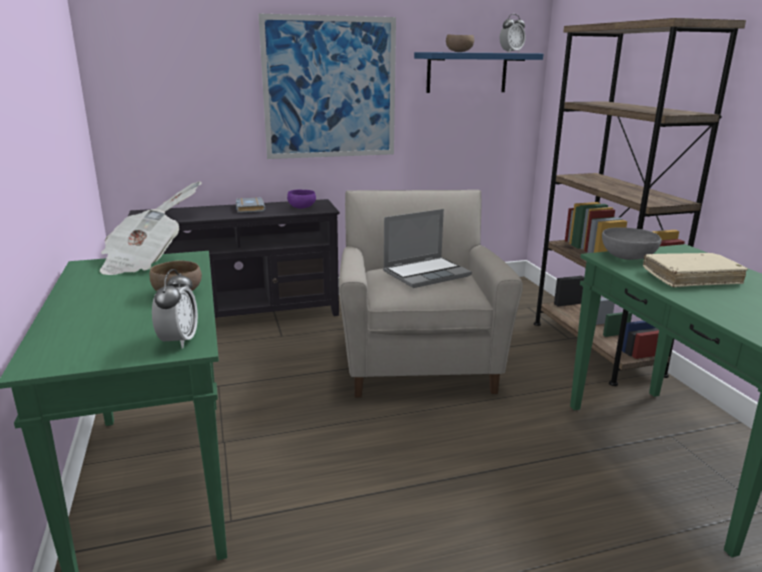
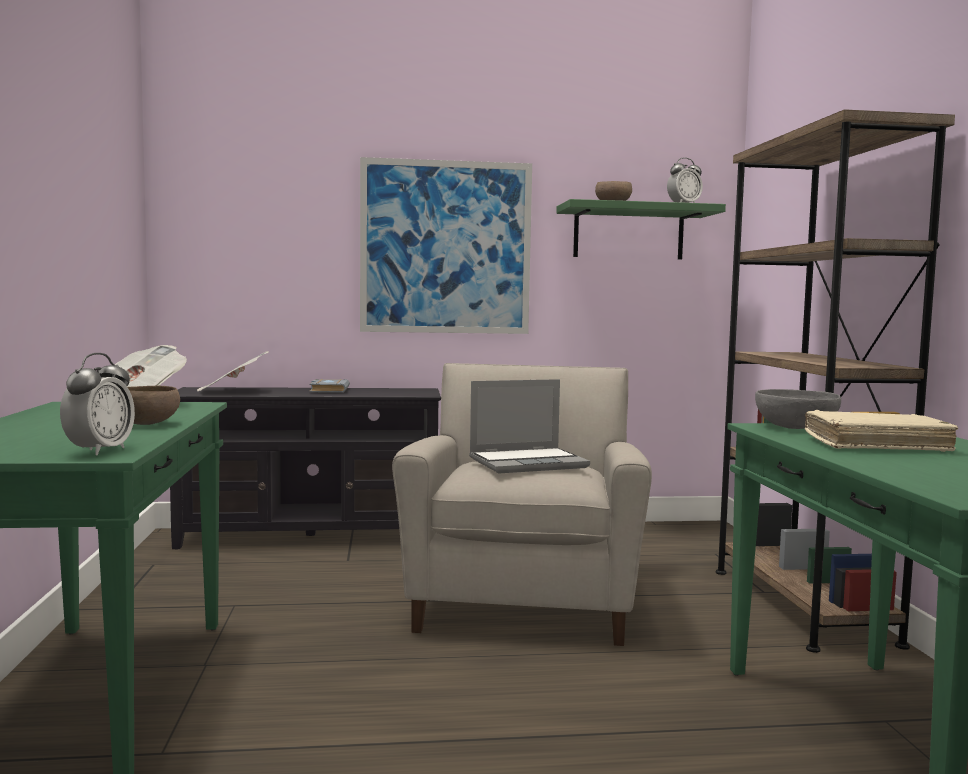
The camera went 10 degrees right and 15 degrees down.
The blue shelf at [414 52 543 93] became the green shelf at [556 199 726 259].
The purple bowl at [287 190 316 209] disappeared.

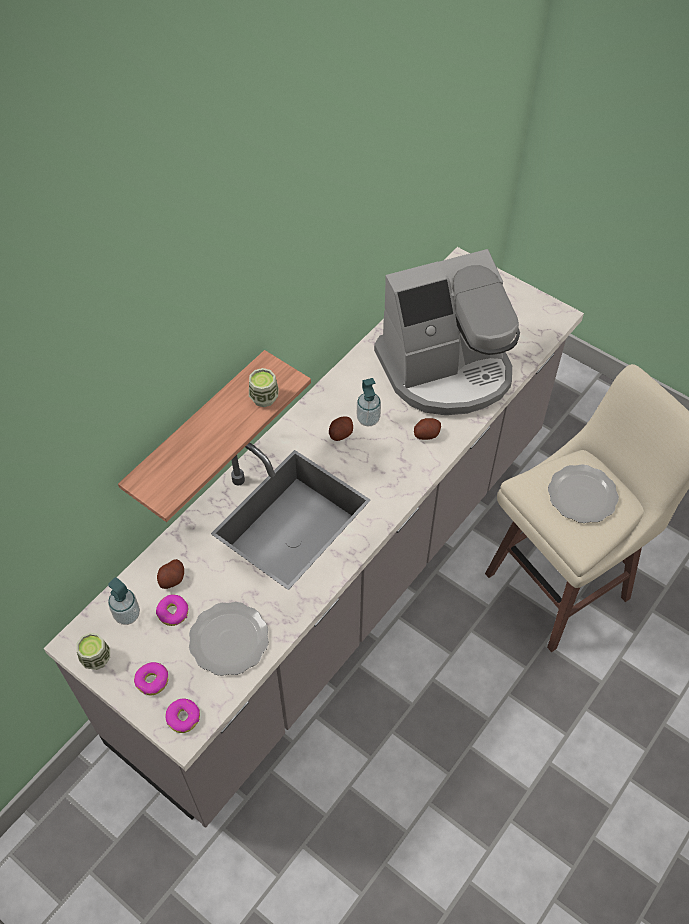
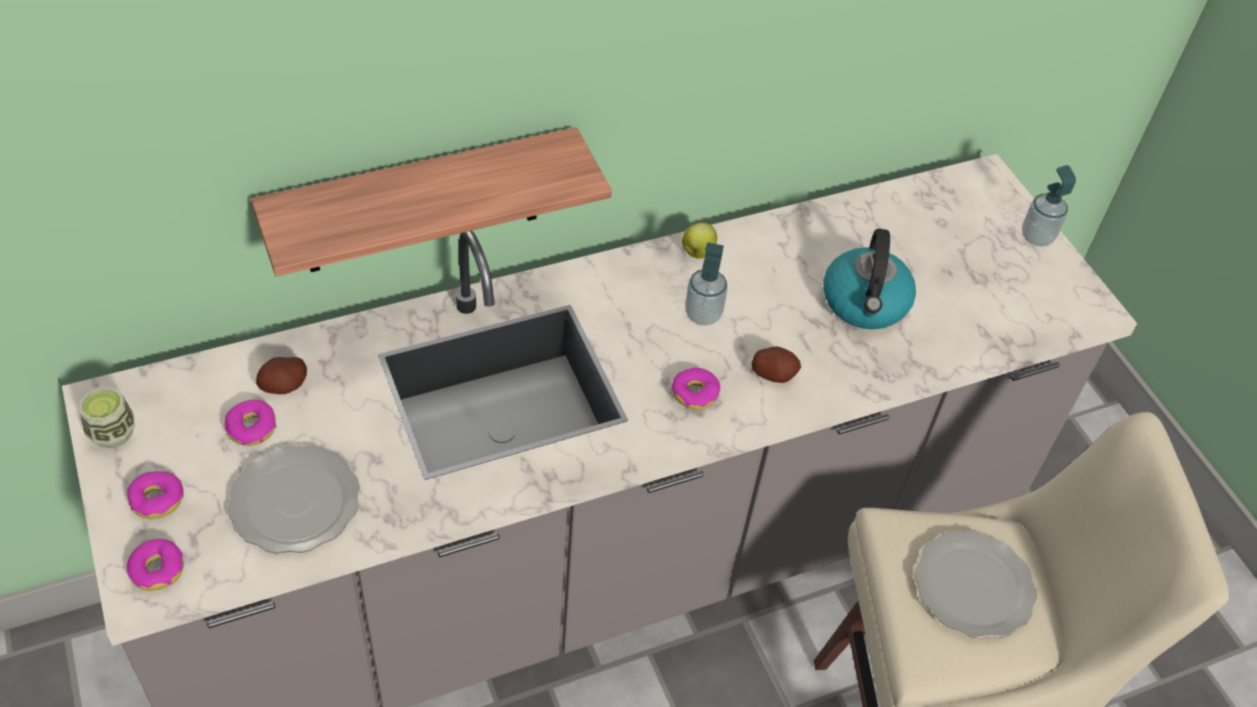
The camera went 25 degrees right and 5 degrees down.
The donut at [671 368 720 410] appeared.
The apple at [682 222 717 259] appeared.
The coffee machine at [374 249 520 415] was replaced by the kettle at [823 228 916 329].
The soap dispenser moved from [108 577 140 625] to [1022 165 1076 247].
The cup at [249 368 279 407] disappeared.
The potato at [329 416 353 441] disappeared.

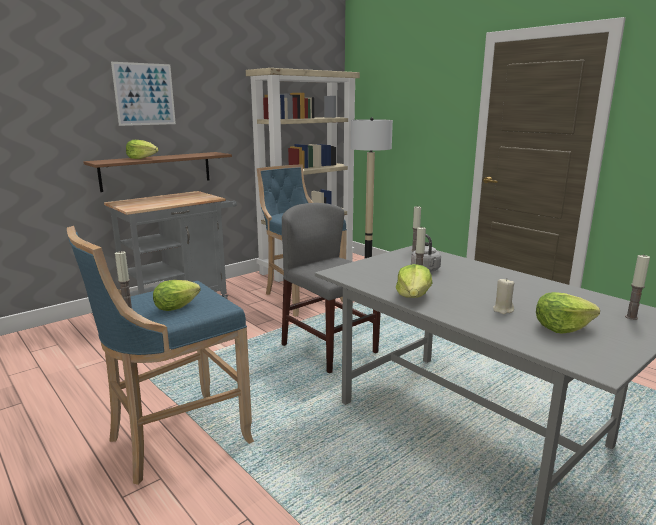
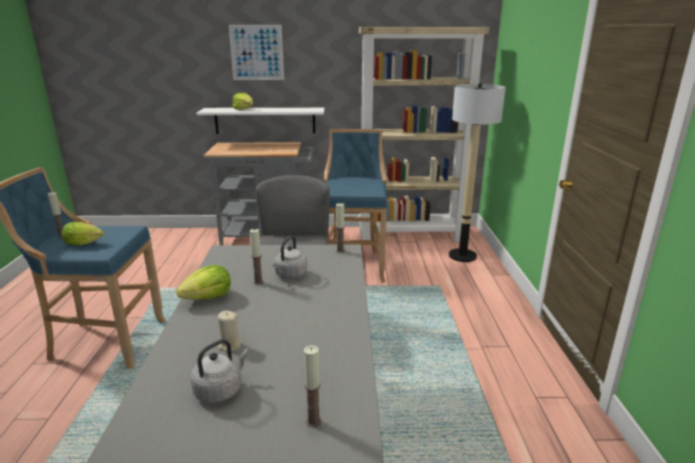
The camera went 40 degrees right and 5 degrees up.
The lettuce at [536 292 600 333] was replaced by the grey kettle at [190 339 249 403].
The brown shelf at [83 152 232 192] became the white shelf at [197 108 324 134].

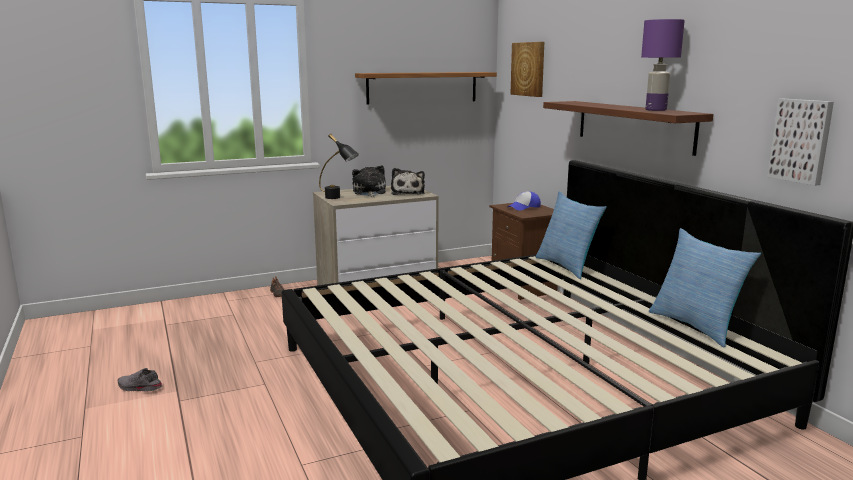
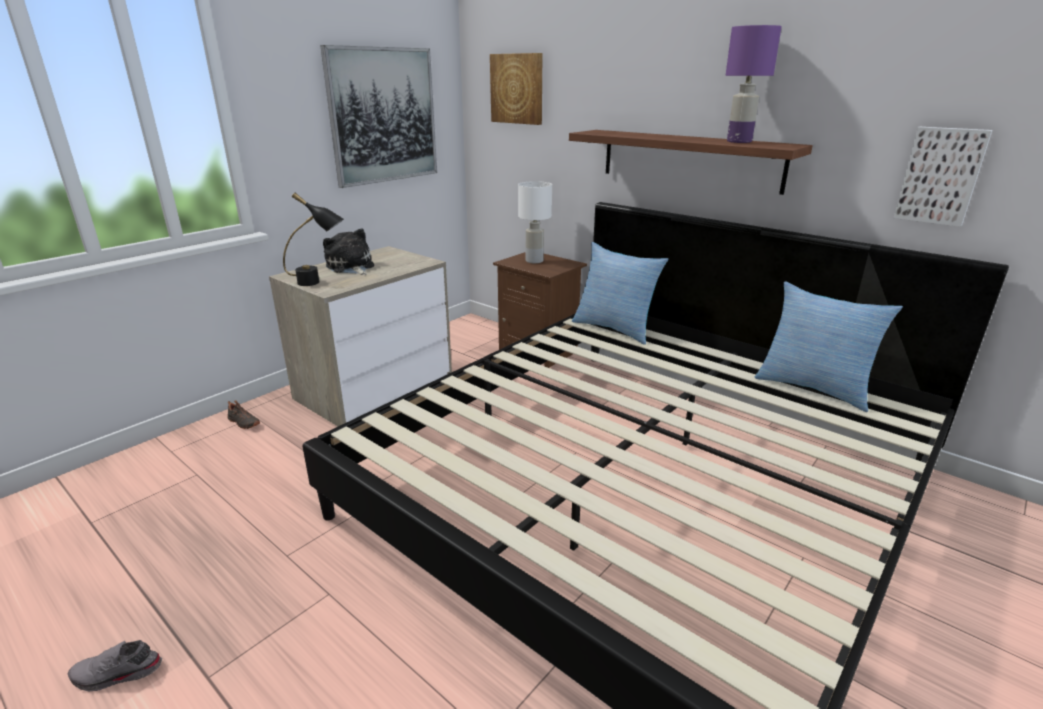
The camera went 25 degrees left and 10 degrees up.
The shelf at [355 72 497 105] was replaced by the picture at [320 45 437 188].
The cap at [507 191 541 211] was replaced by the white table lamp at [518 181 552 263].
The plush toy at [391 168 425 195] disappeared.

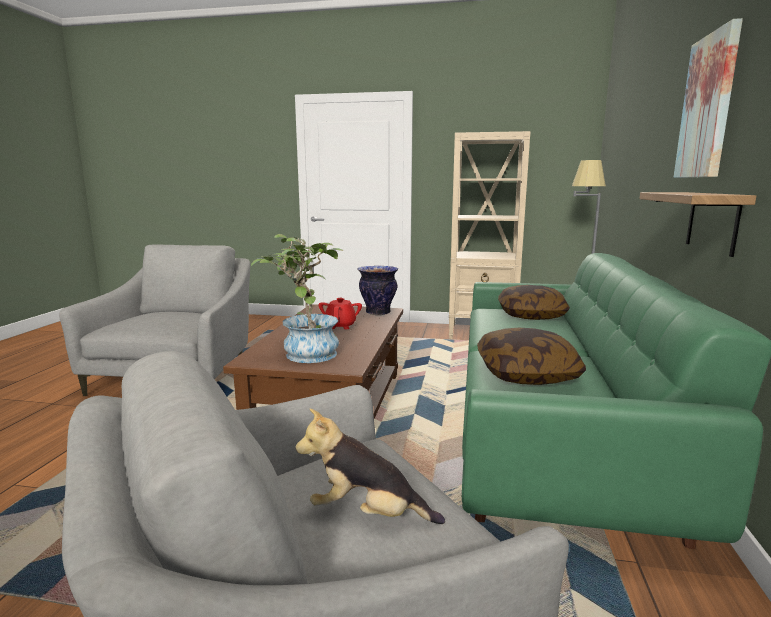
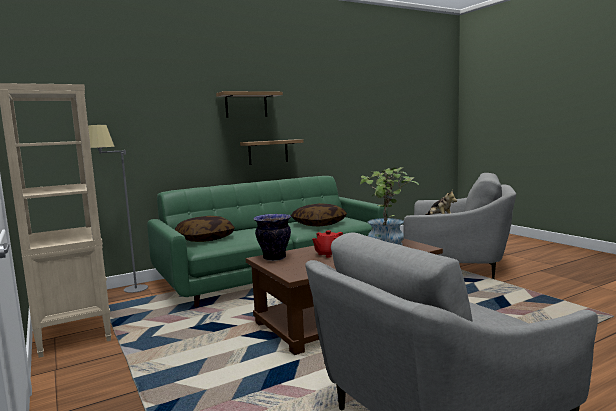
The camera went 130 degrees left and 5 degrees down.
The picture at [674 18 743 178] was replaced by the shelf at [216 91 283 118].

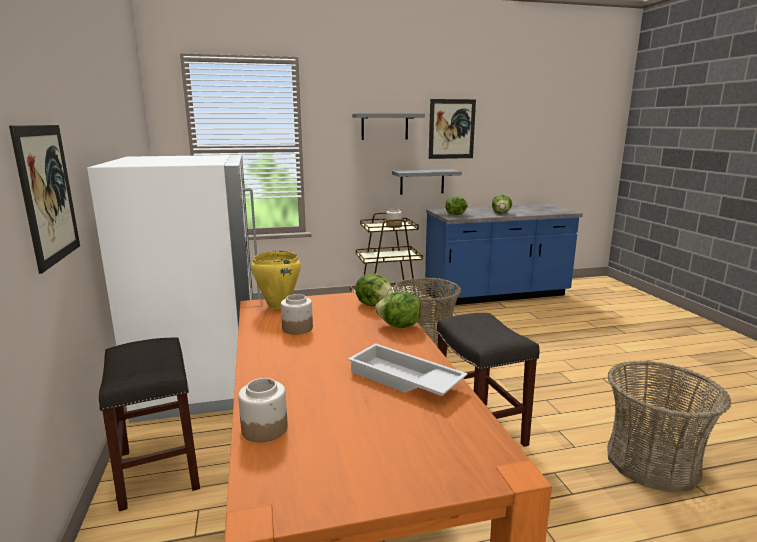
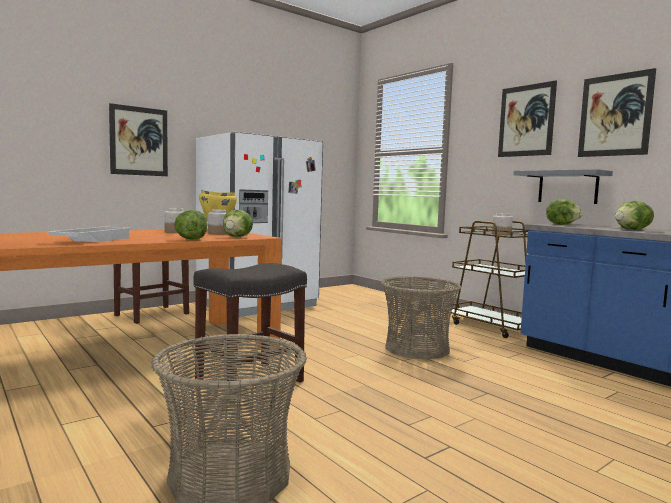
The camera went 65 degrees right and 10 degrees down.
The jar moved from [238 378 288 442] to [208 210 227 234].
The grey shelf at [352 113 425 140] was replaced by the picture at [498 80 557 157].

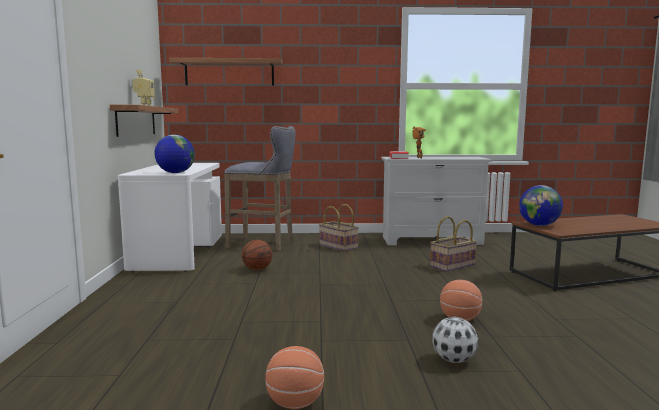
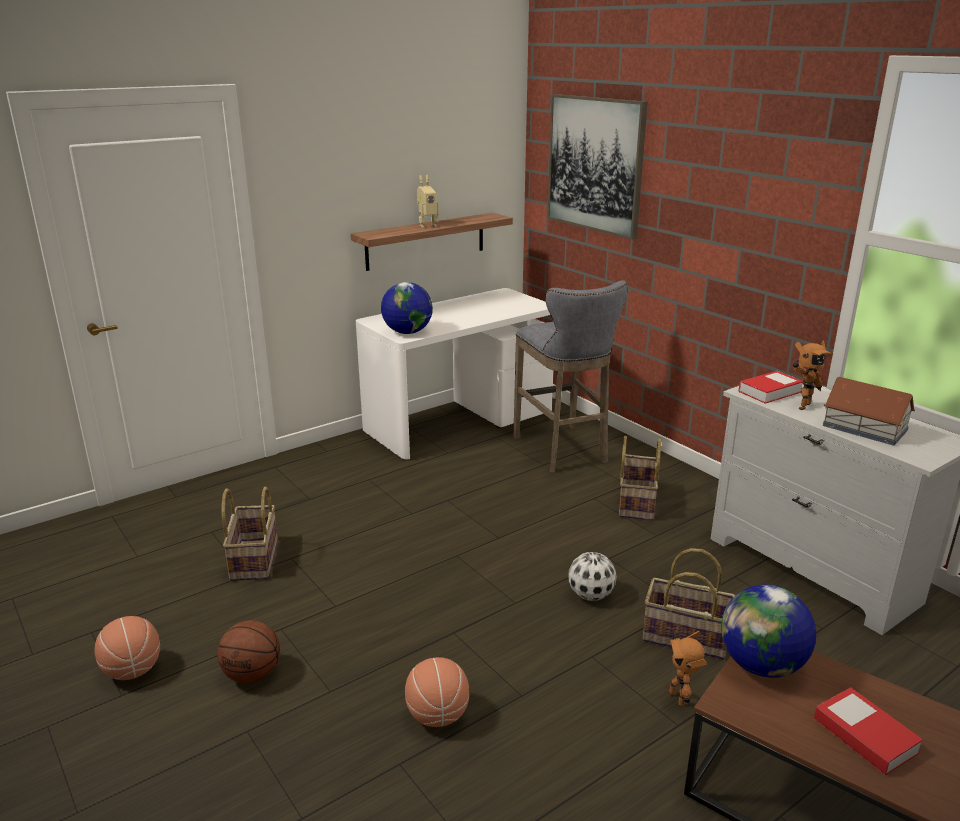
The camera went 55 degrees right and 15 degrees up.
The basketball moved from [242 240 272 270] to [218 620 280 683].
The basket at [221 487 278 581] appeared.
The shelf at [169 58 283 86] was replaced by the picture at [547 94 647 240].
The football moved from [432 317 478 363] to [568 552 616 601].
The toy robot at [669 631 707 706] appeared.
The book at [814 687 923 775] appeared.
The toy house at [823 377 915 446] appeared.

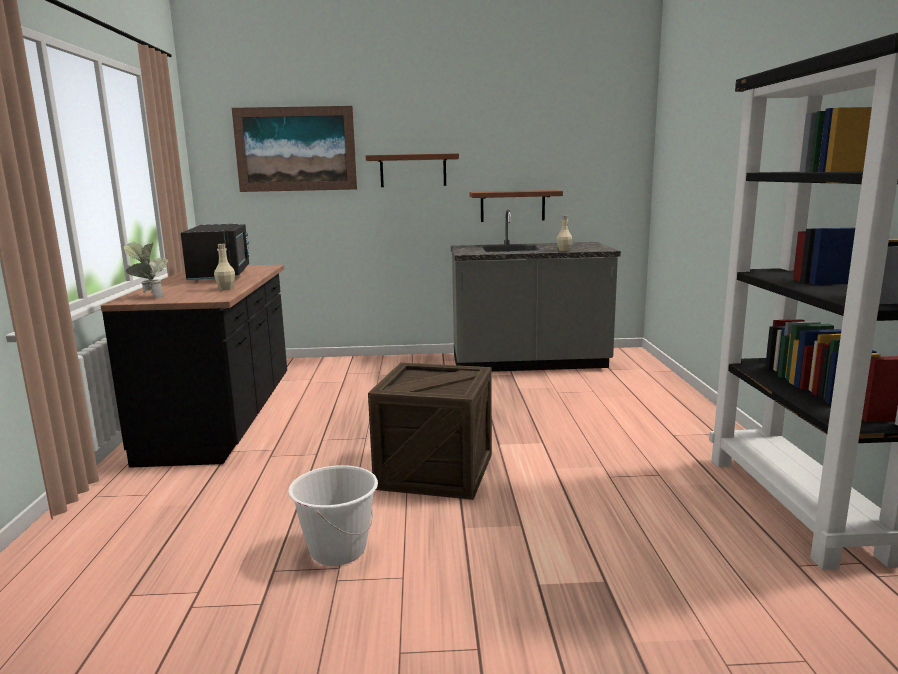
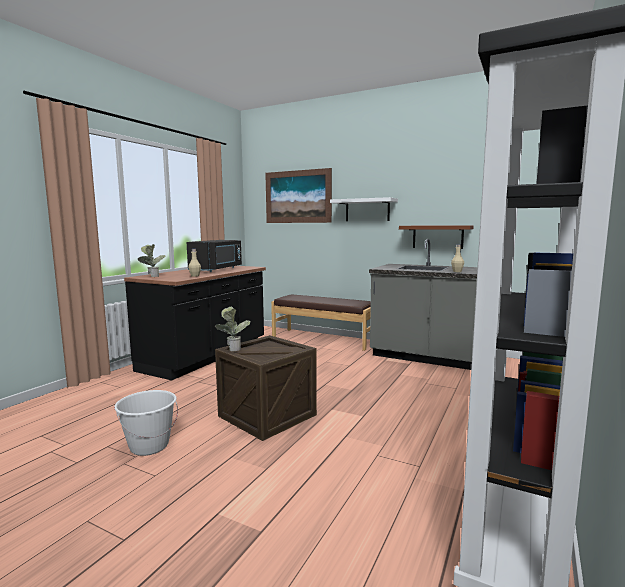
The camera went 30 degrees right and 5 degrees down.
The potted plant at [215 307 250 351] appeared.
The brown bench at [271 294 371 351] appeared.
The brown shelf at [366 153 459 187] became the white shelf at [330 197 398 221].

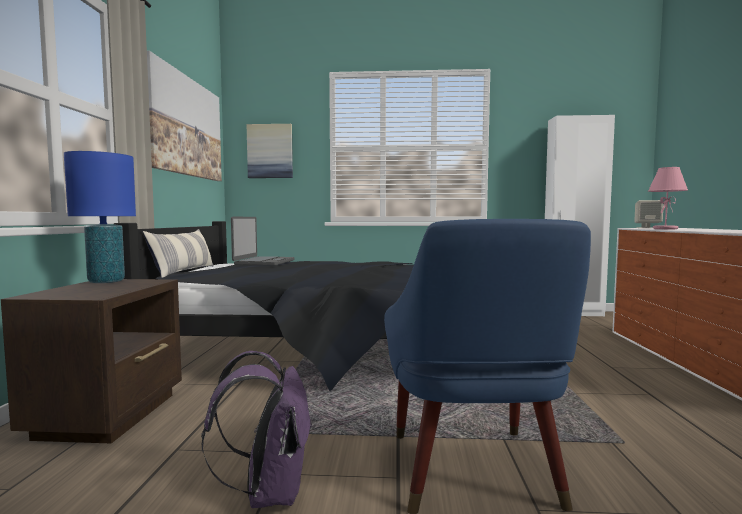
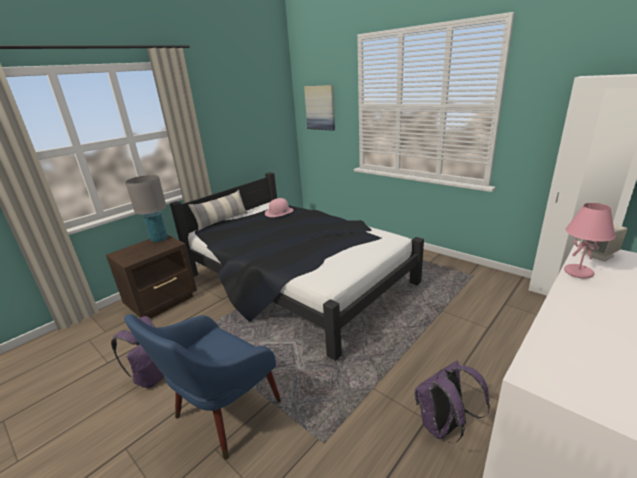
The camera went 40 degrees right and 20 degrees up.
The blue table lamp at [64 151 136 283] became the grey table lamp at [125 175 167 242].
The laptop at [231 217 294 266] was replaced by the pink hat at [265 198 294 217].
The purple backpack at [415 360 490 443] appeared.
The picture at [147 51 222 181] disappeared.

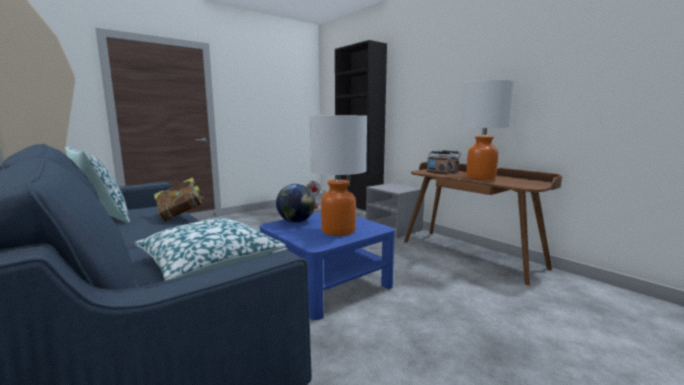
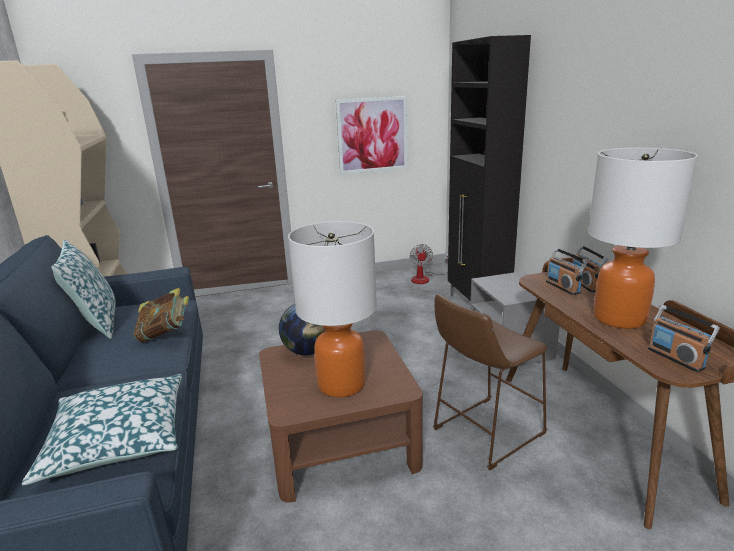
The camera went 25 degrees right and 10 degrees up.
The blue coffee table at [259 212 395 320] became the brown coffee table at [259 330 423 502].
The picture at [336 96 407 174] appeared.
The brown stool at [433 294 547 470] appeared.
The radio at [648 305 720 372] appeared.

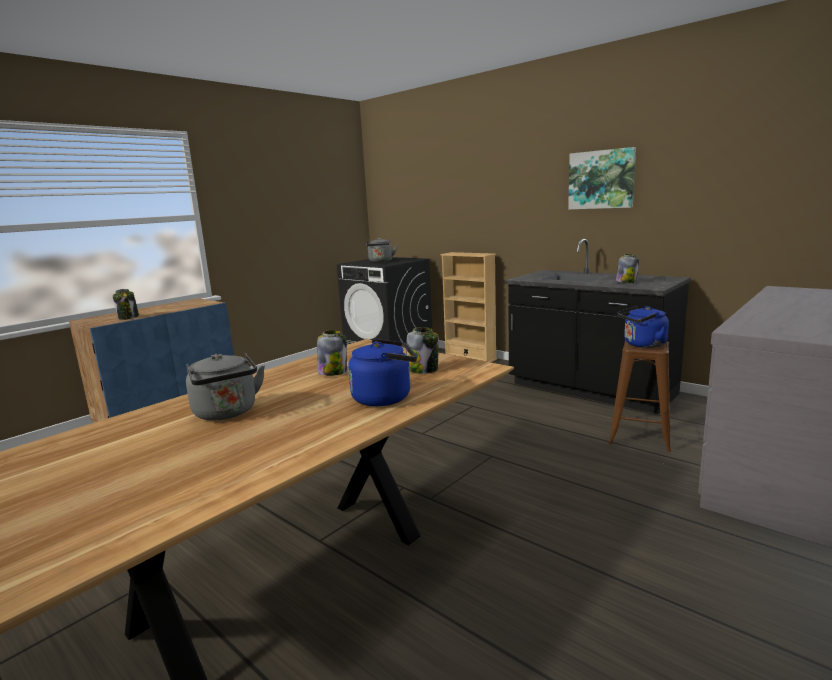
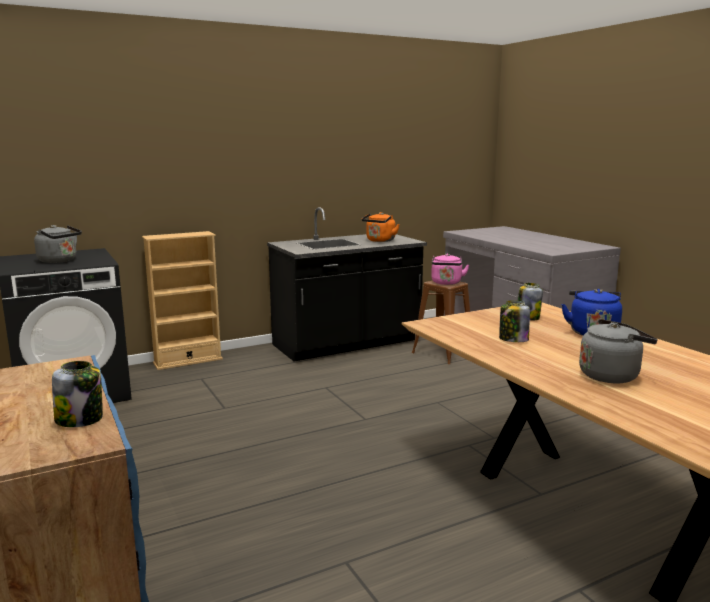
The camera went 70 degrees left and 0 degrees up.
The jar at [616 254 639 283] was replaced by the orange kettle at [362 212 400 242].
The blue kettle at [617 306 669 348] became the pink kettle at [431 253 469 285].
The picture at [568 147 636 210] disappeared.

